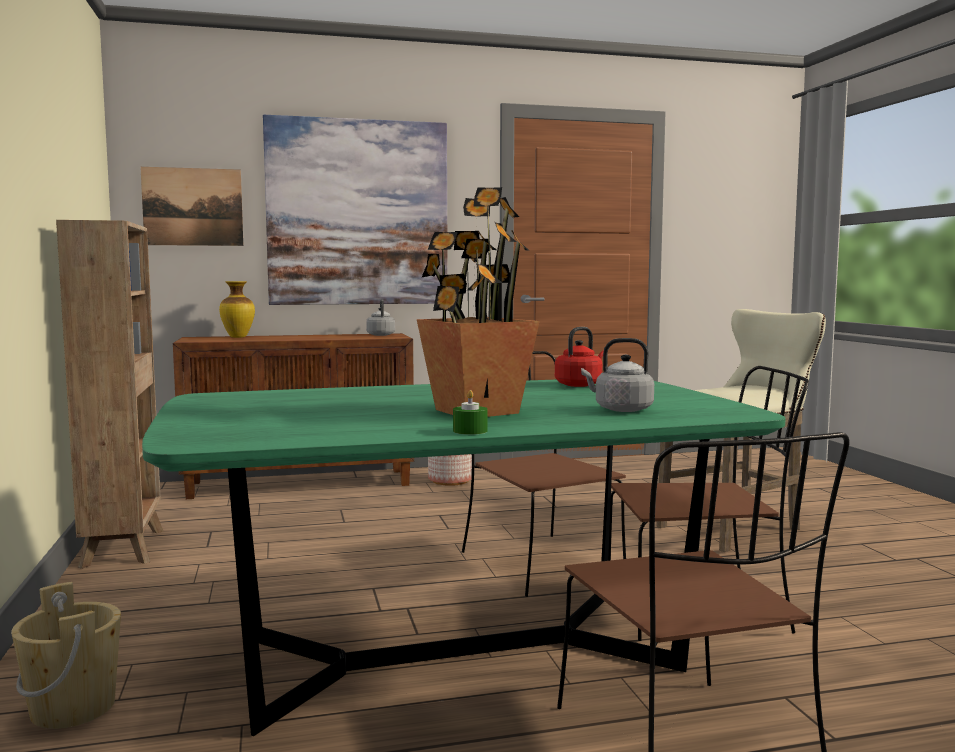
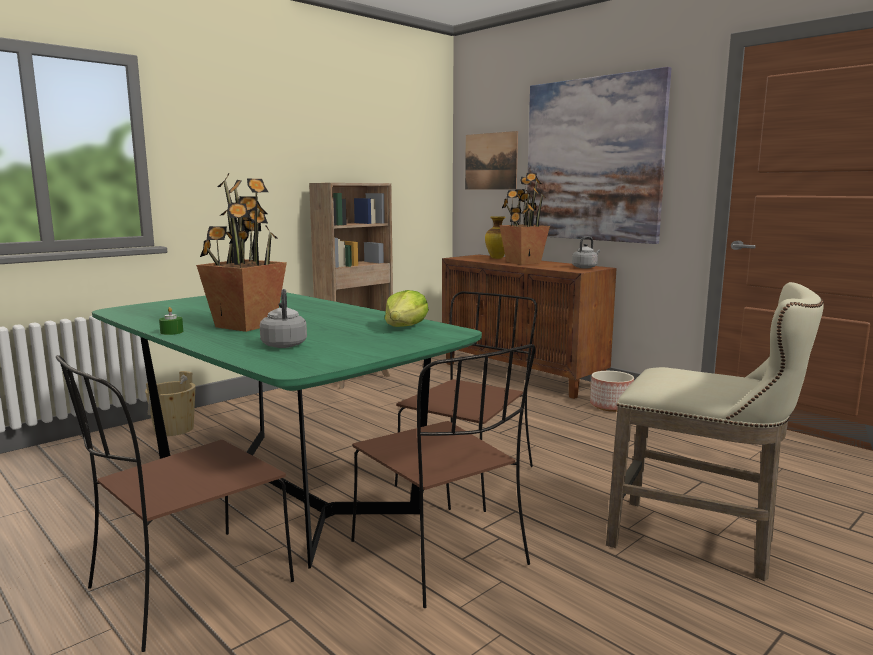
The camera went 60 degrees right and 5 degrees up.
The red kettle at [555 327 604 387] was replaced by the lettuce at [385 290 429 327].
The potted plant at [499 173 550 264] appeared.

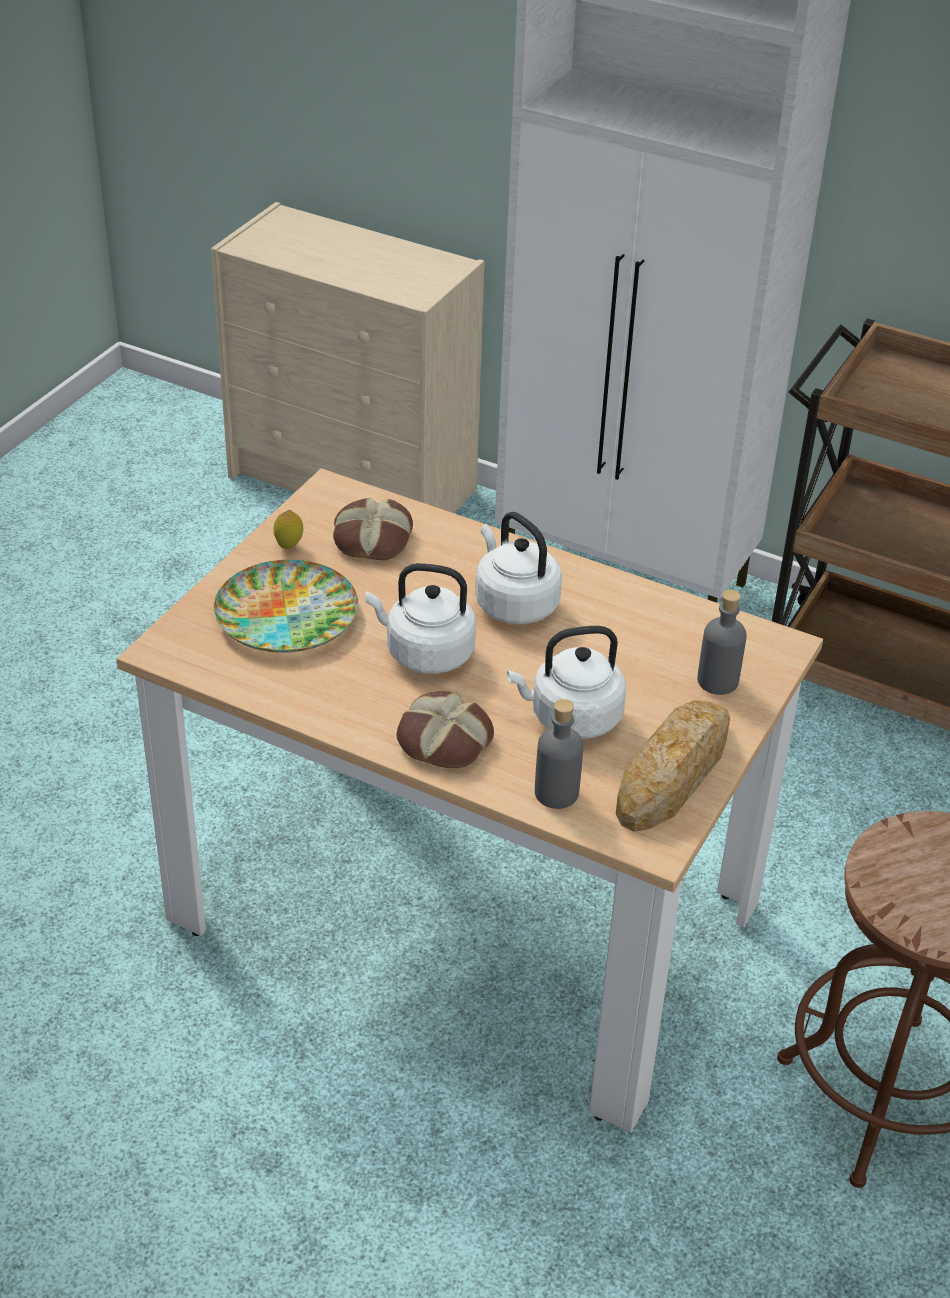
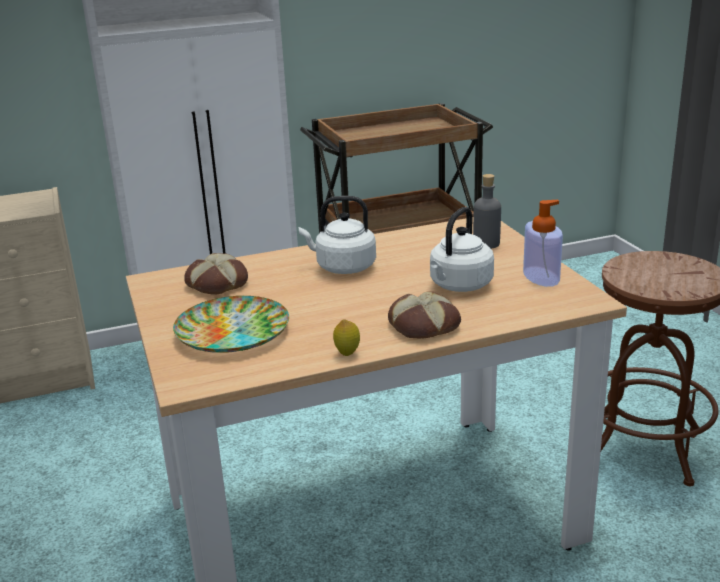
The camera went 45 degrees left and 15 degrees down.
The lemon moved from [274 510 303 549] to [333 319 360 356].
The bread at [616 700 730 832] was replaced by the soap dispenser at [523 200 563 287].
The white kettle at [365 563 476 674] disappeared.
The grey bottle at [535 699 584 809] disappeared.

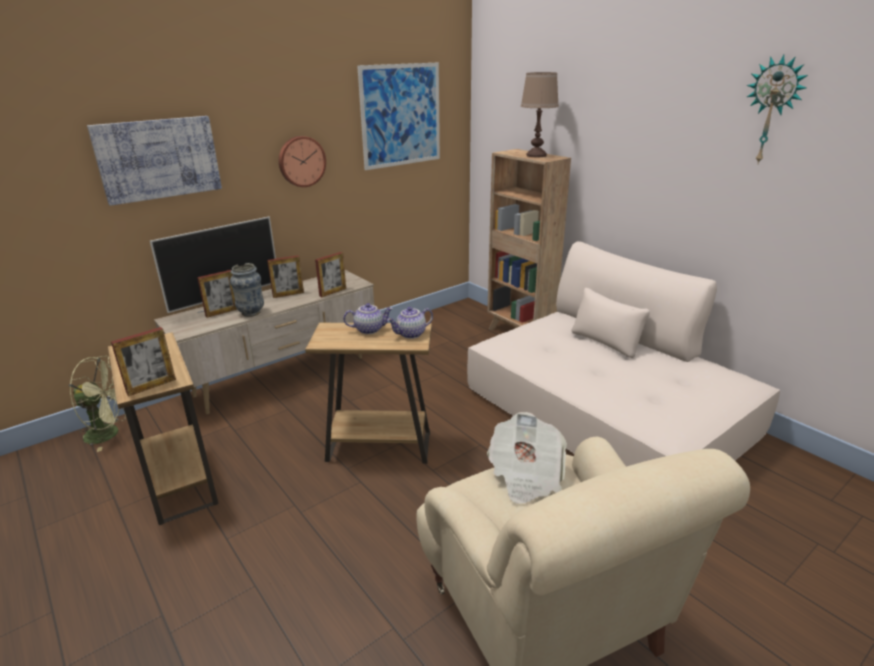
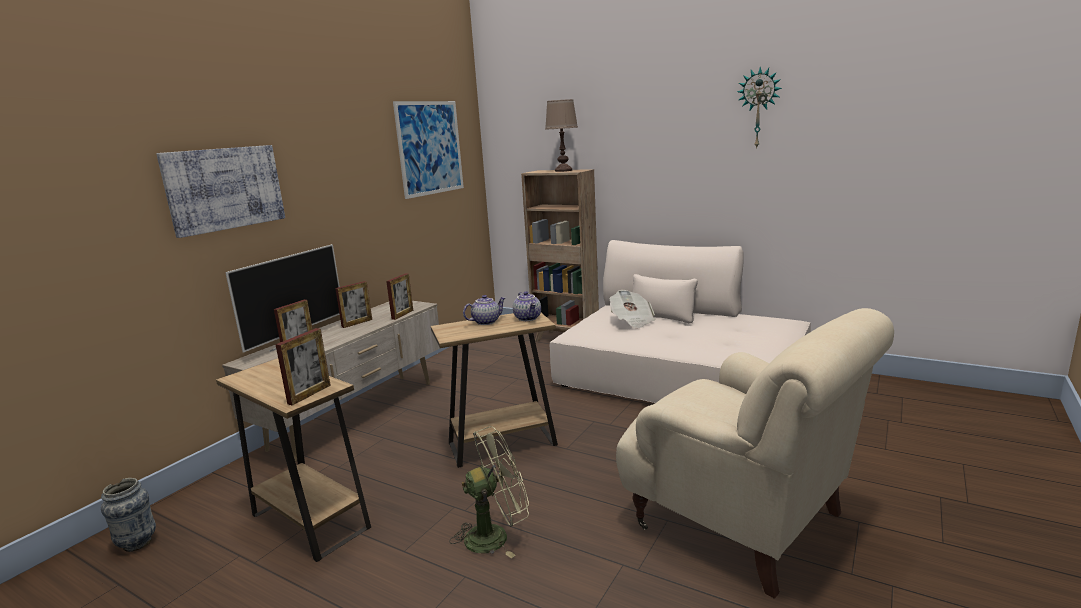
The camera went 20 degrees left and 10 degrees down.
The vase moved from [230 263 264 317] to [101 478 156 552].
The green fan moved from [69 356 126 452] to [449 426 529 559].
The teapot at [387 307 433 339] turned 60 degrees counterclockwise.
The newspaper moved from [487 412 567 504] to [609 290 656 329].
The wall clock at [279 136 326 187] disappeared.

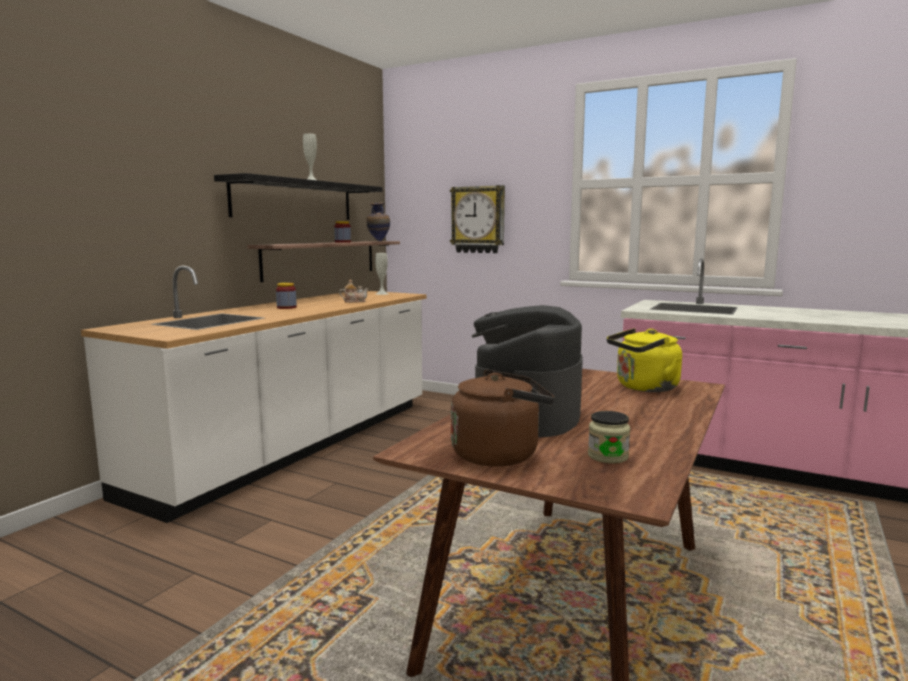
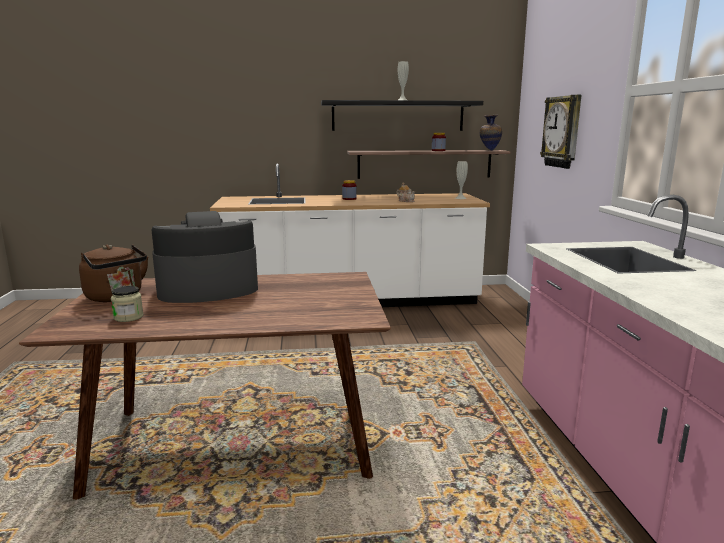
The camera went 55 degrees right and 5 degrees up.
The yellow kettle at [607 328 682 392] disappeared.

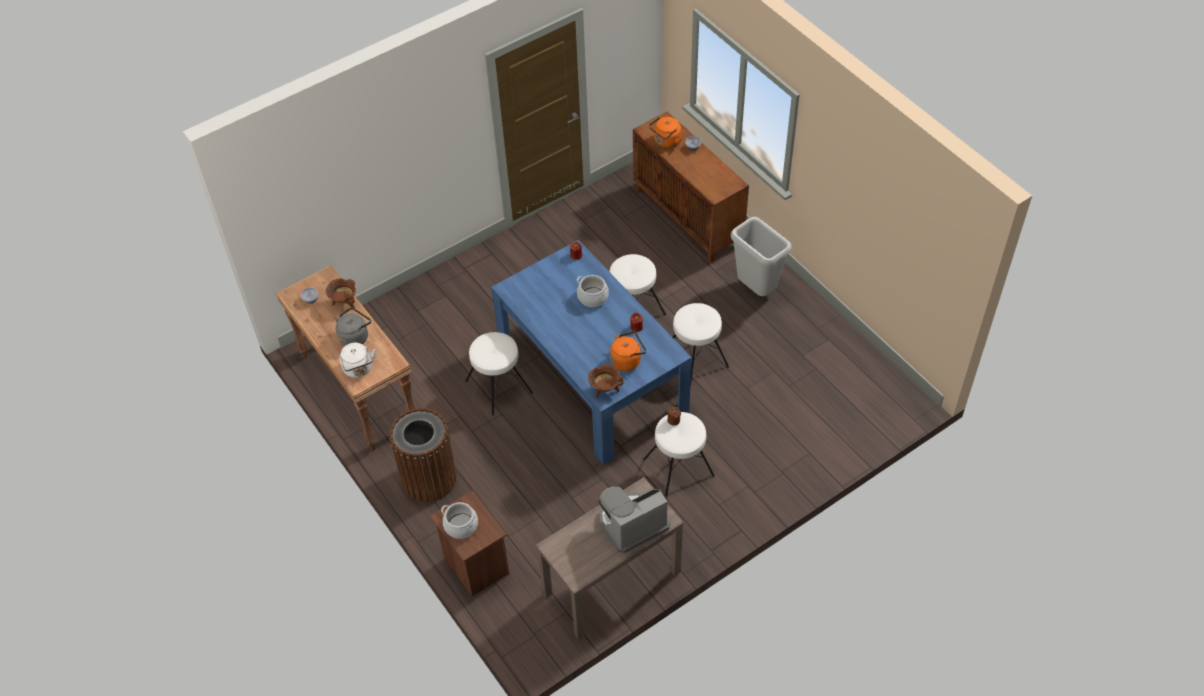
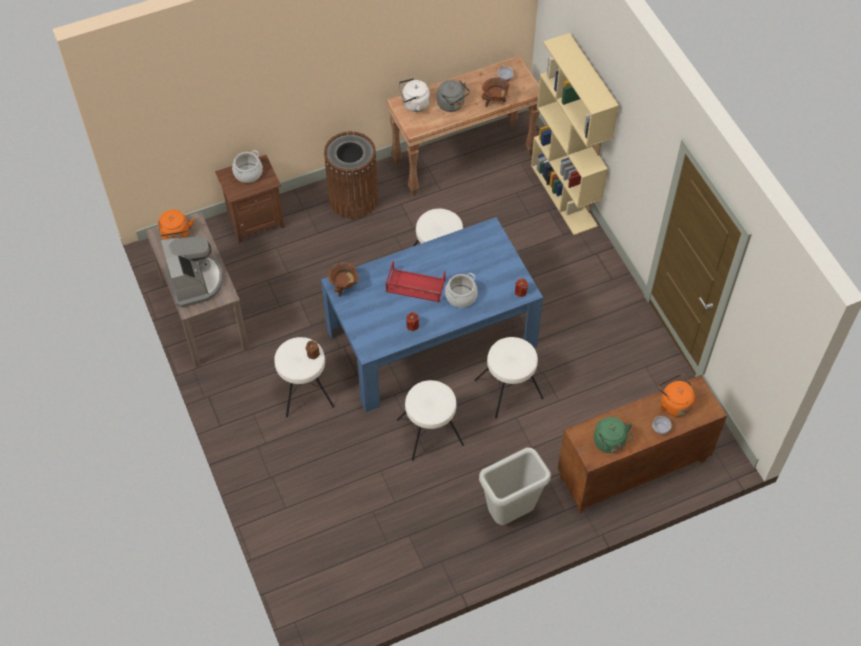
The camera went 100 degrees right and 5 degrees up.
The orange kettle moved from [610 331 646 371] to [158 210 194 240].
The red tray at [386 261 446 302] appeared.
The beige bookcase at [531 33 619 235] appeared.
The green kettle at [594 417 633 453] appeared.

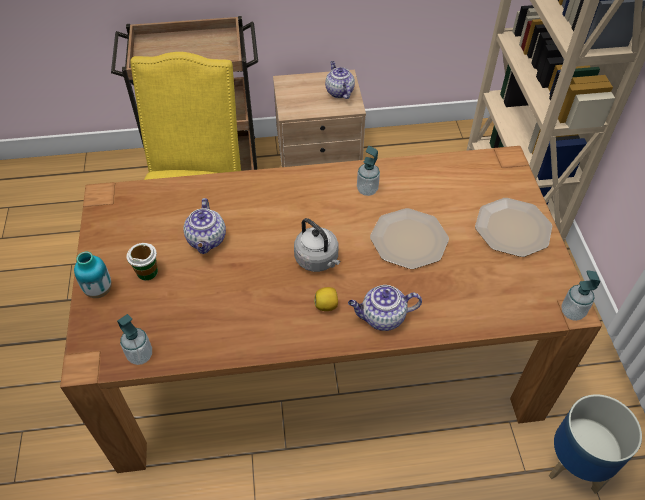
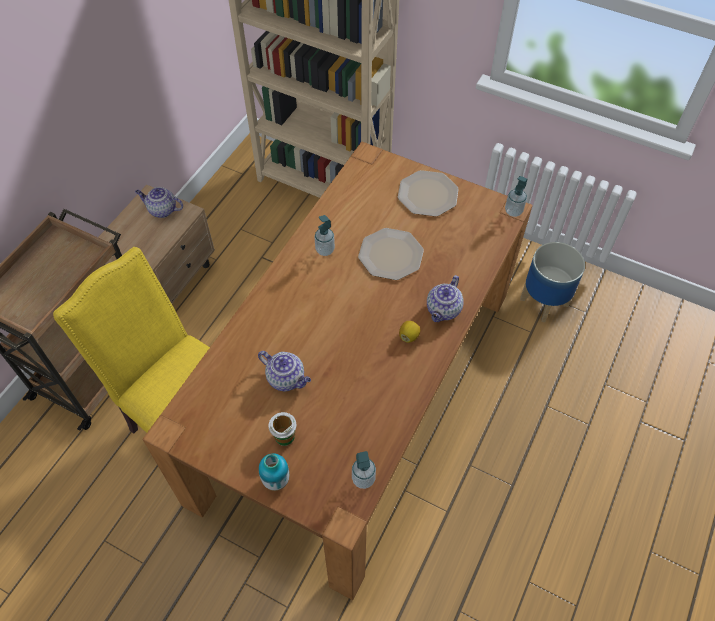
The camera went 55 degrees left and 5 degrees up.
The grey kettle at [294 218 340 272] disappeared.

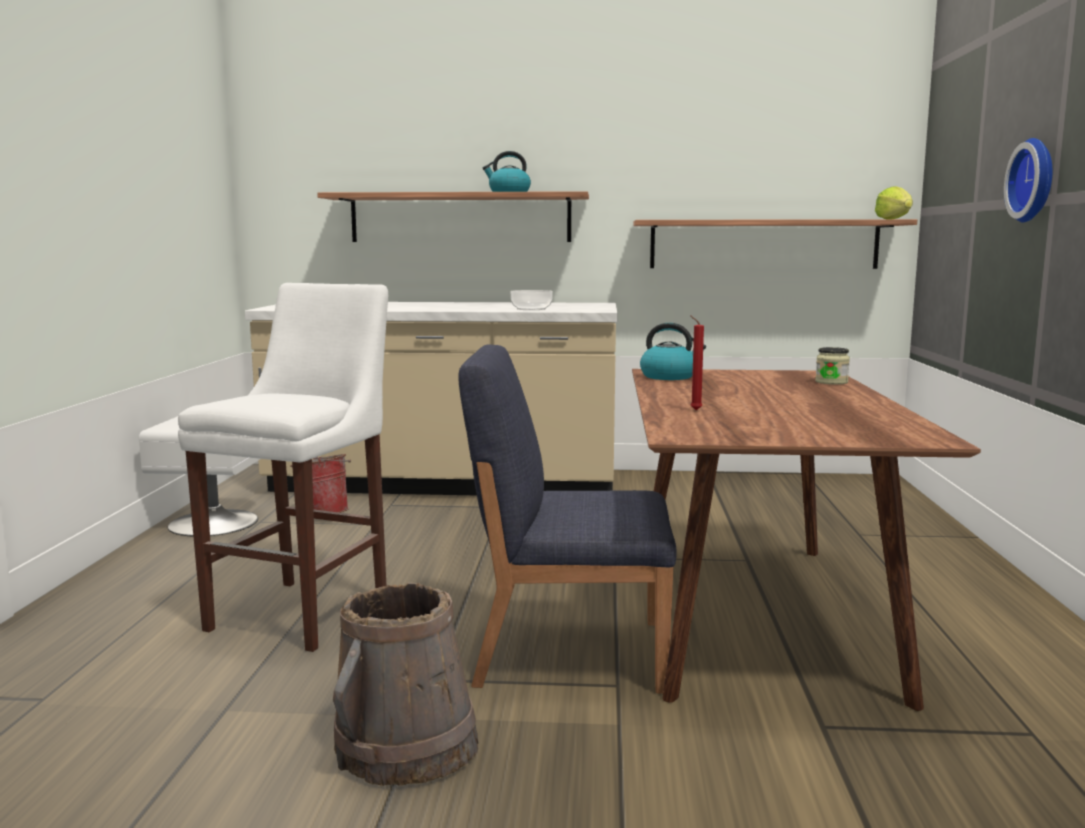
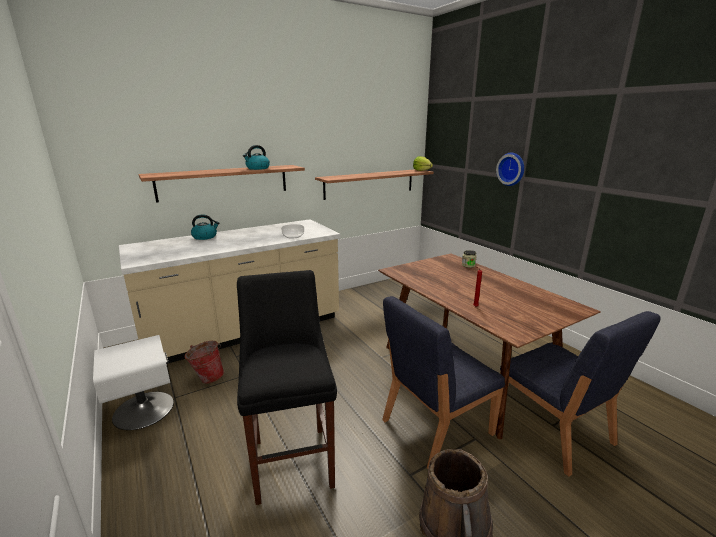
The camera went 35 degrees left and 10 degrees up.
The kettle moved from [640 323 706 380] to [191 214 219 240].
The white stool at [178 283 388 652] became the black stool at [237 270 337 505].
The blue chair at [500 311 661 477] appeared.

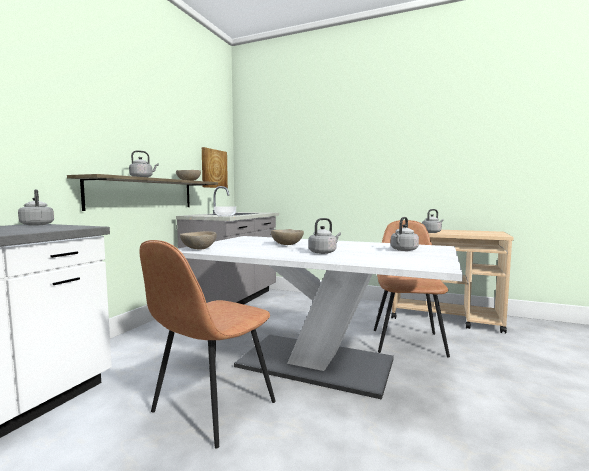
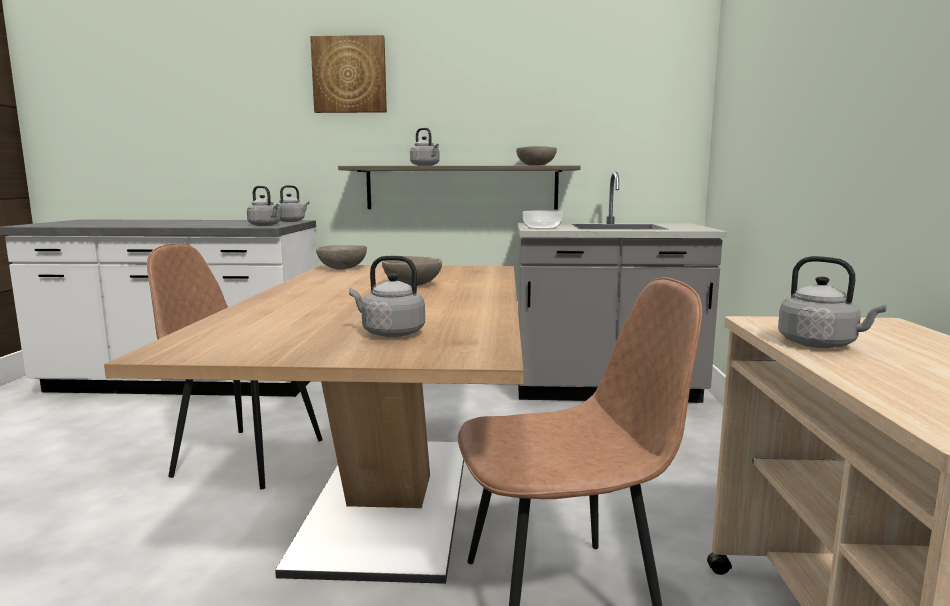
The camera went 70 degrees right and 5 degrees up.
The white dining table at [178 236 463 400] became the brown dining table at [104 265 524 584].
The grey kettle moved from [308 218 341 254] to [247 186 281 226].
The picture moved from [202 147 228 188] to [310 35 387 113].

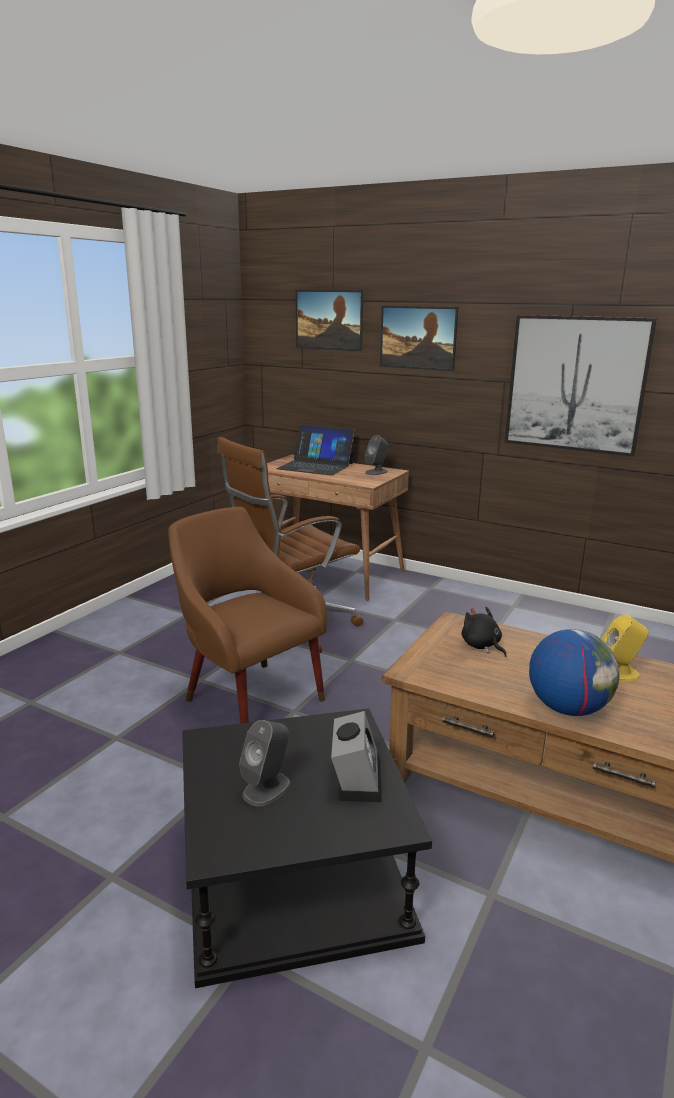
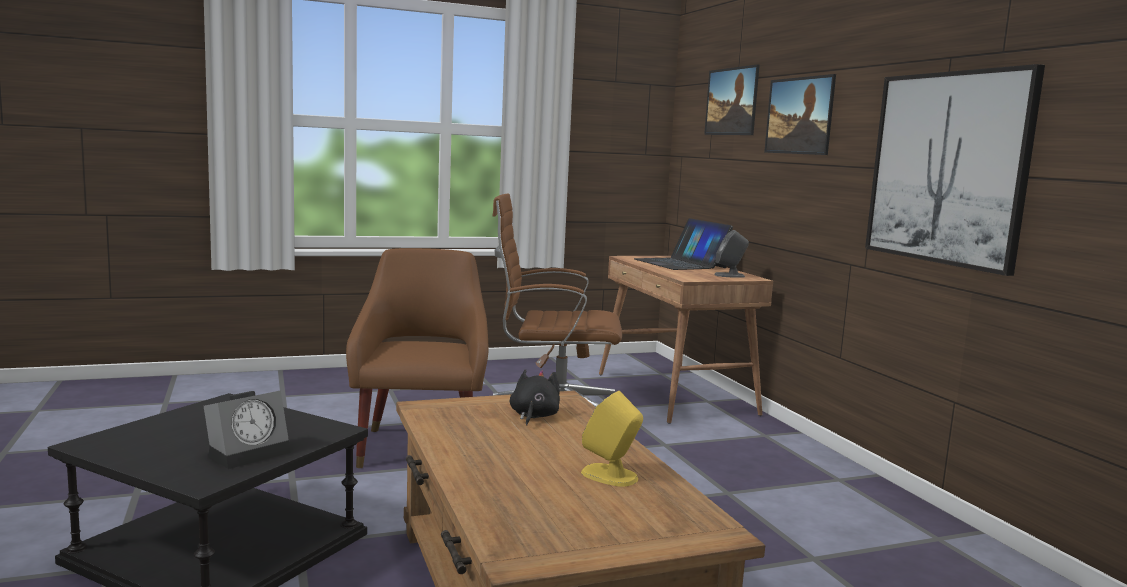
The camera went 40 degrees right and 10 degrees down.
The grey speaker at [239 720 291 806] disappeared.
The globe at [529 629 620 716] disappeared.

